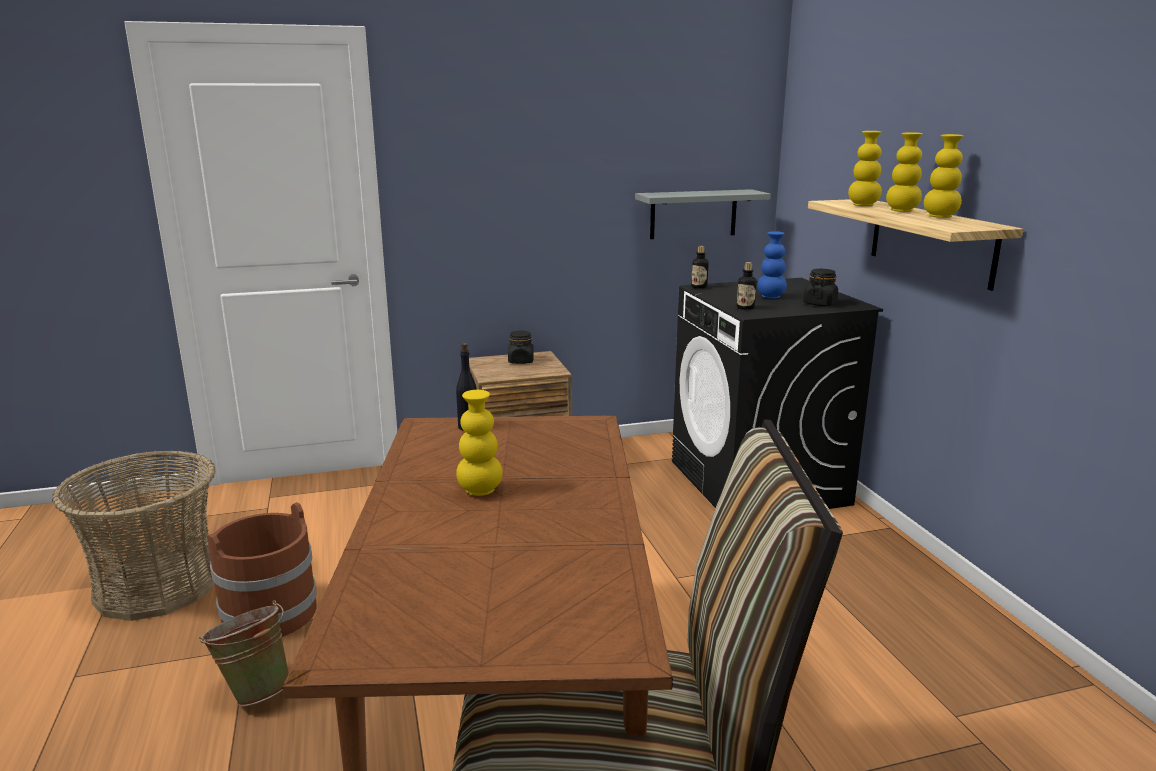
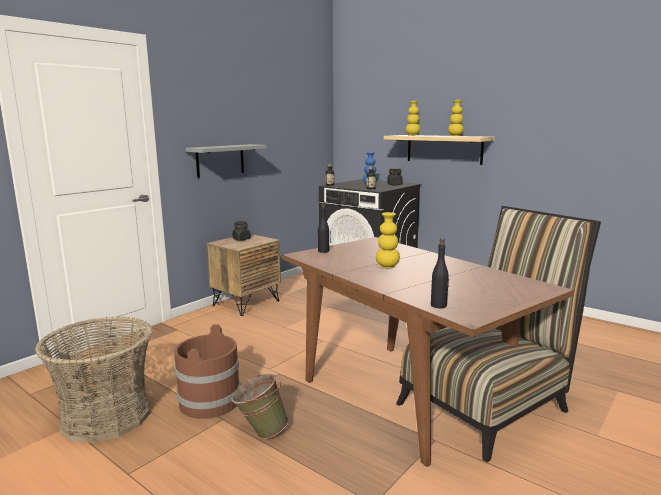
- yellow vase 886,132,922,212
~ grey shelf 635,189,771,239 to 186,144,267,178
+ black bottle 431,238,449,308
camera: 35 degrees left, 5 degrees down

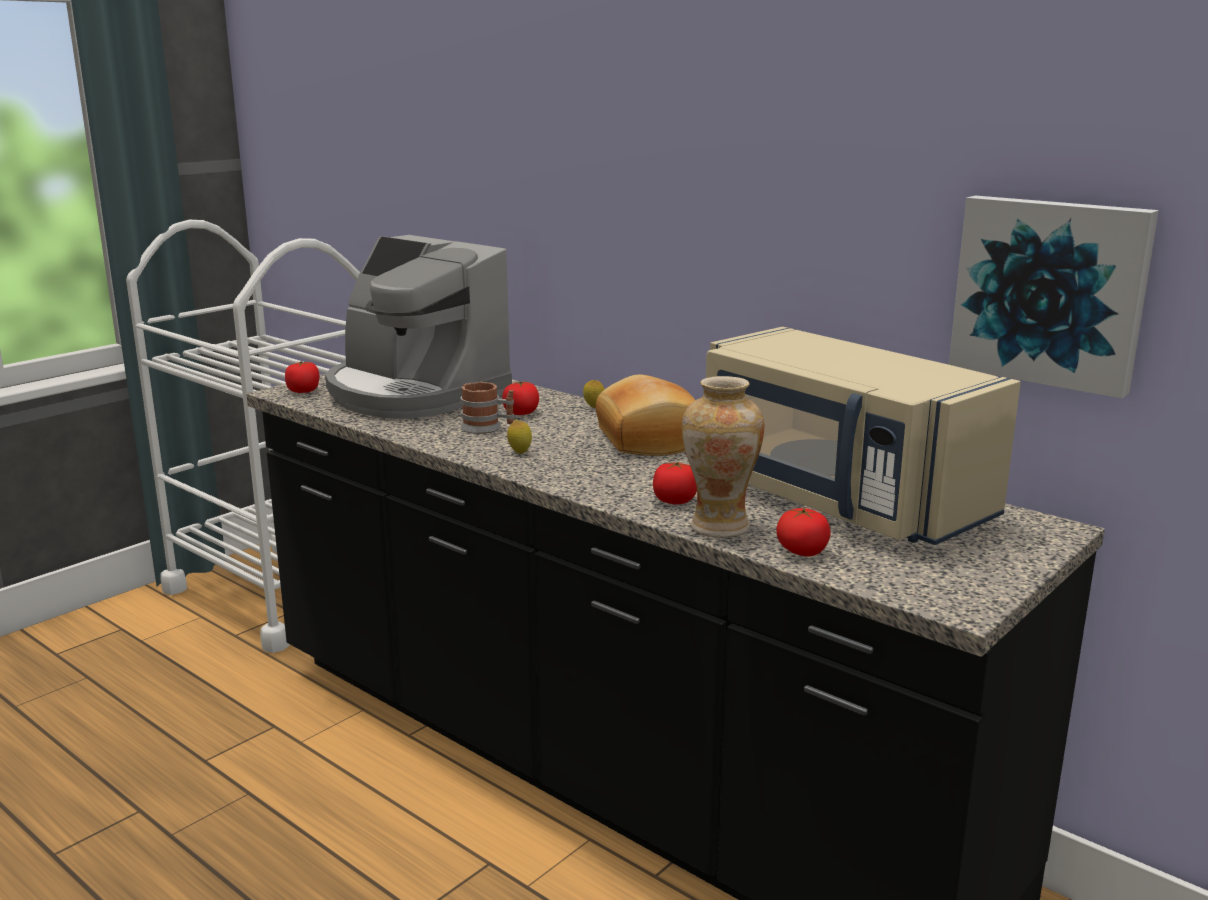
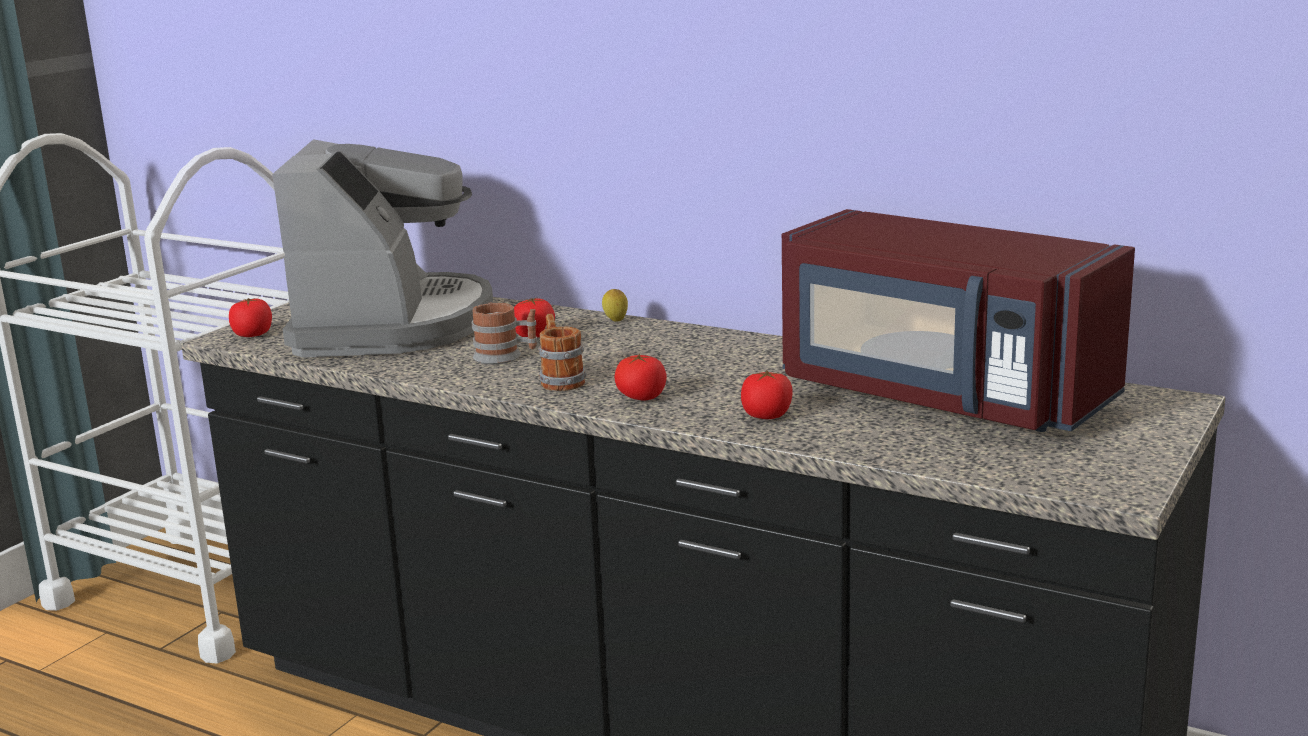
- picture 949,196,1159,398
~ coffee machine 325,235,512,419 = 272,139,493,358 120 degrees counterclockwise
~ beige microwave 706,327,1021,545 to red microwave 782,209,1135,432
- bread 596,374,696,456
- vase 681,376,764,538
~ lemon 507,420,532,454 to mug 538,314,587,391
~ tomato 776,507,831,557 to 614,354,667,400
camera: 10 degrees left, 0 degrees up

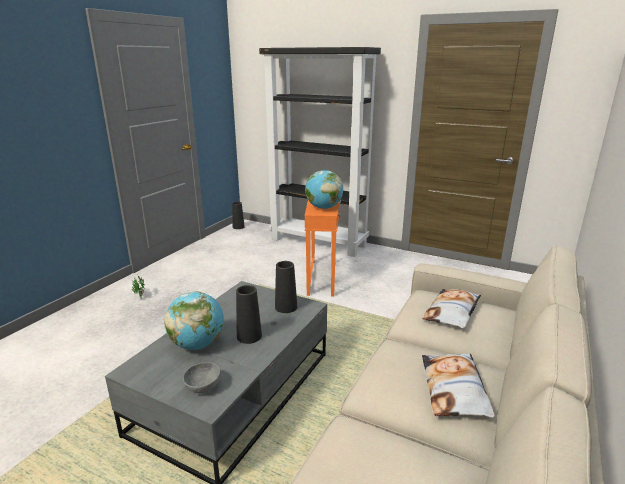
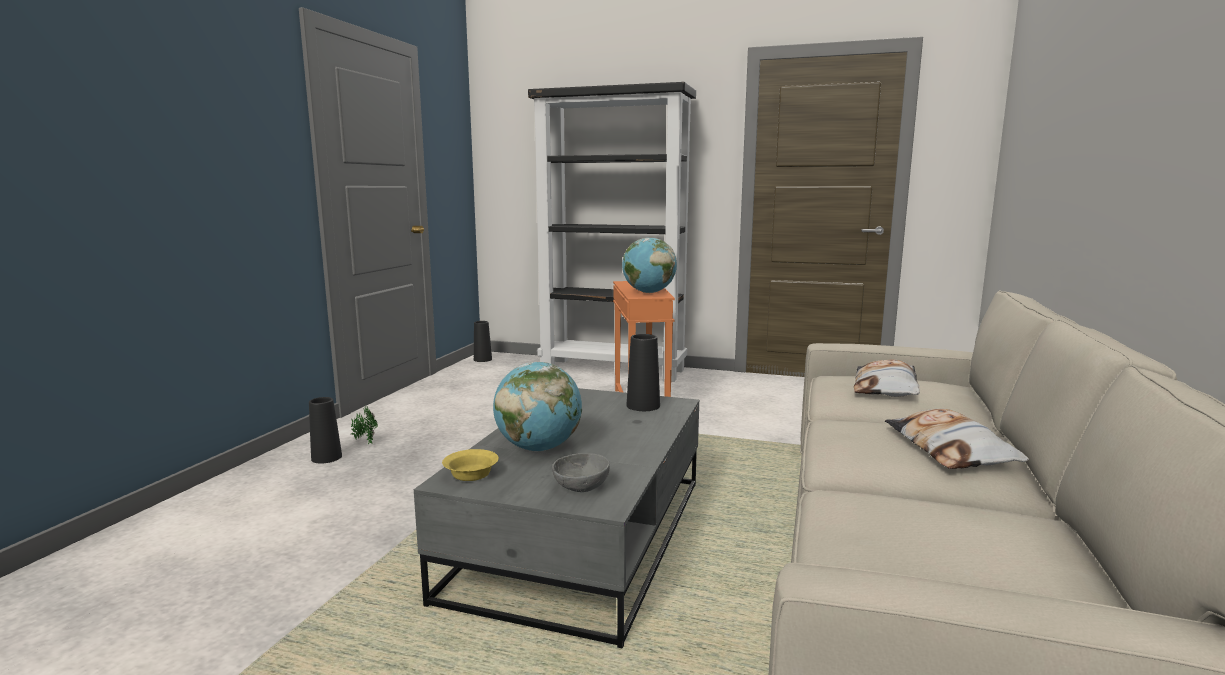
~ black vase 236,285,262,344 to 309,397,342,464
+ yellow bowl 442,449,499,481
camera: 10 degrees left, 10 degrees down

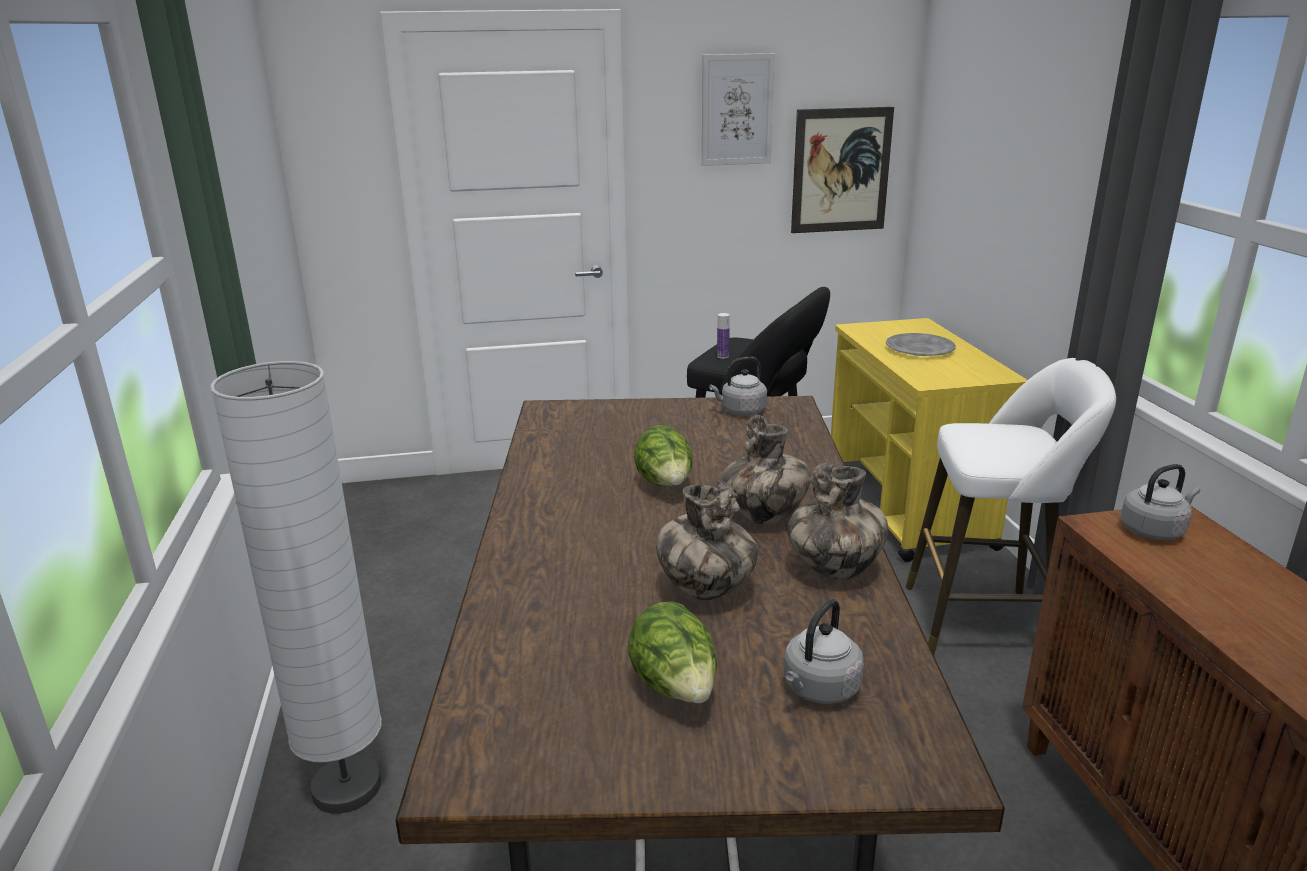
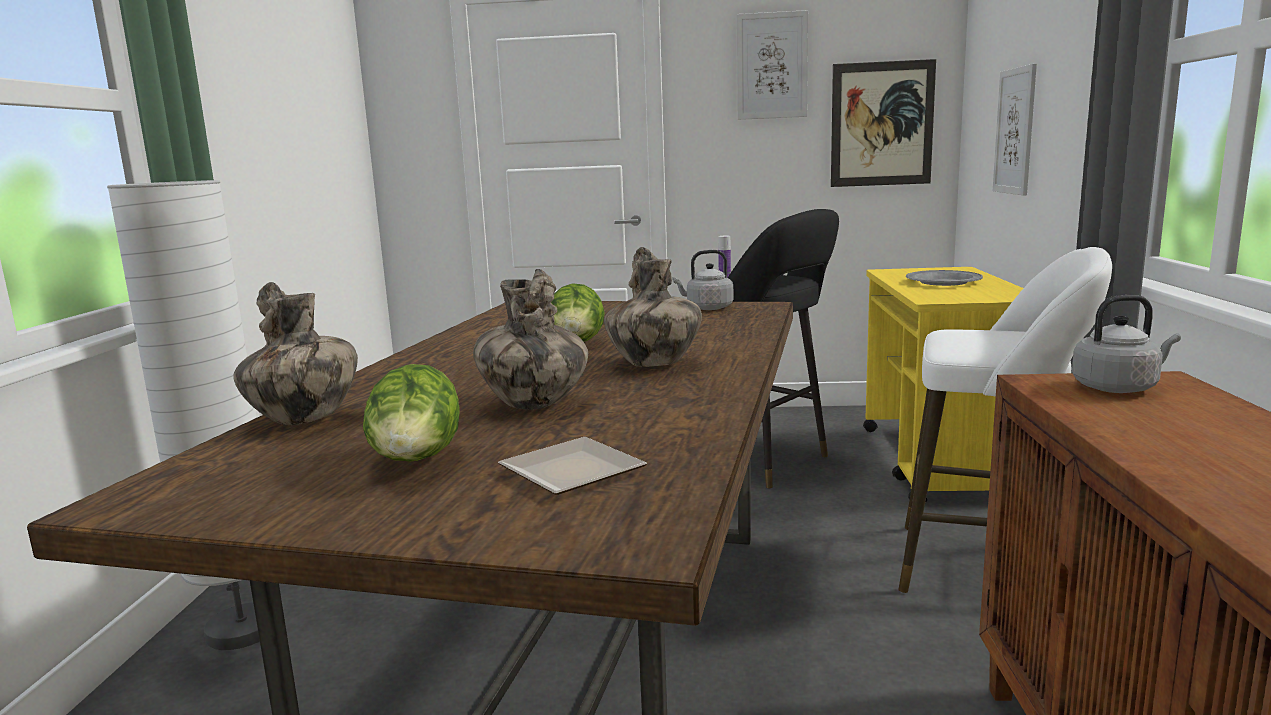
~ vase 788,463,888,579 to 233,282,358,425
~ grey kettle 784,599,864,704 to plate 498,437,647,495
+ picture 993,63,1037,195
camera: 15 degrees right, 10 degrees down

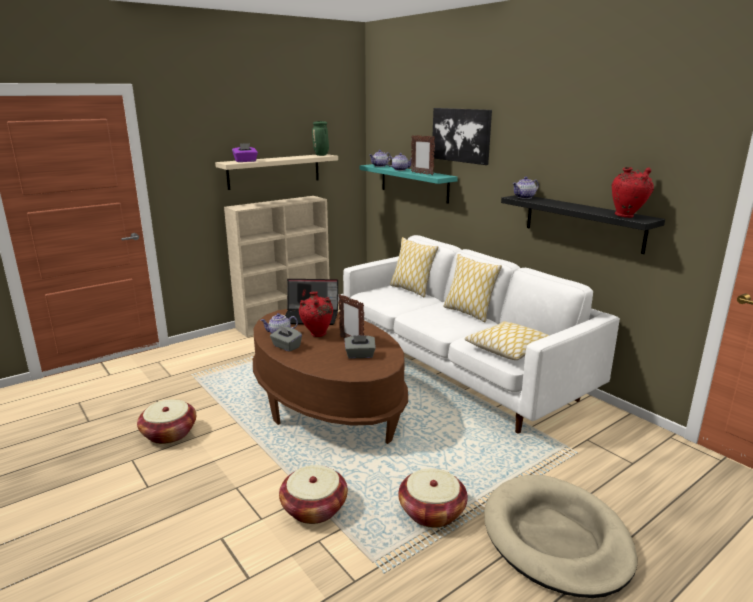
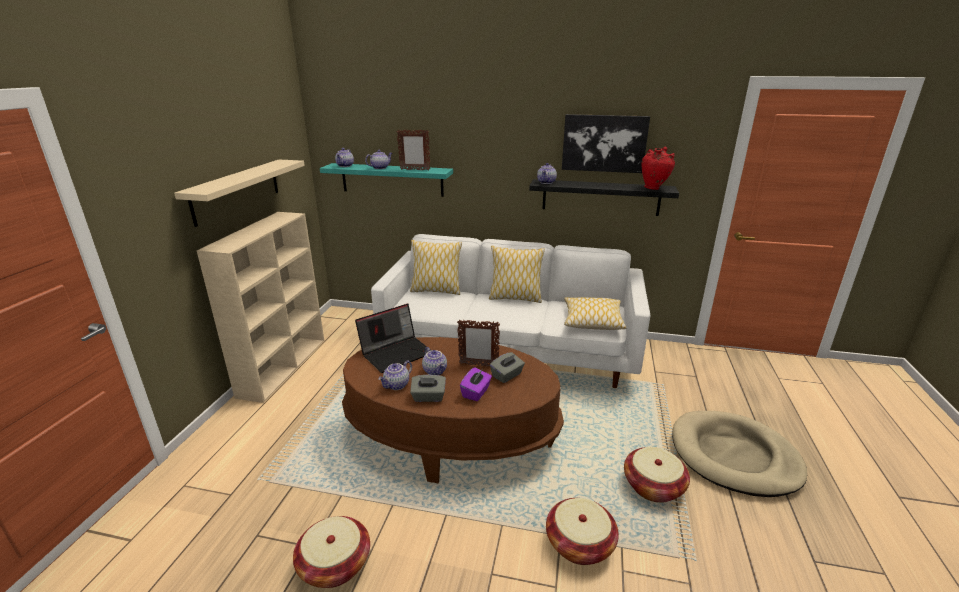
~ picture 432,108,492,165 to 562,114,650,173
- green vase 312,121,329,156
~ purple tissue box 232,143,258,162 to 460,368,492,401
~ red vase 299,291,333,337 to teapot 422,347,447,375
camera: 40 degrees left, 5 degrees up

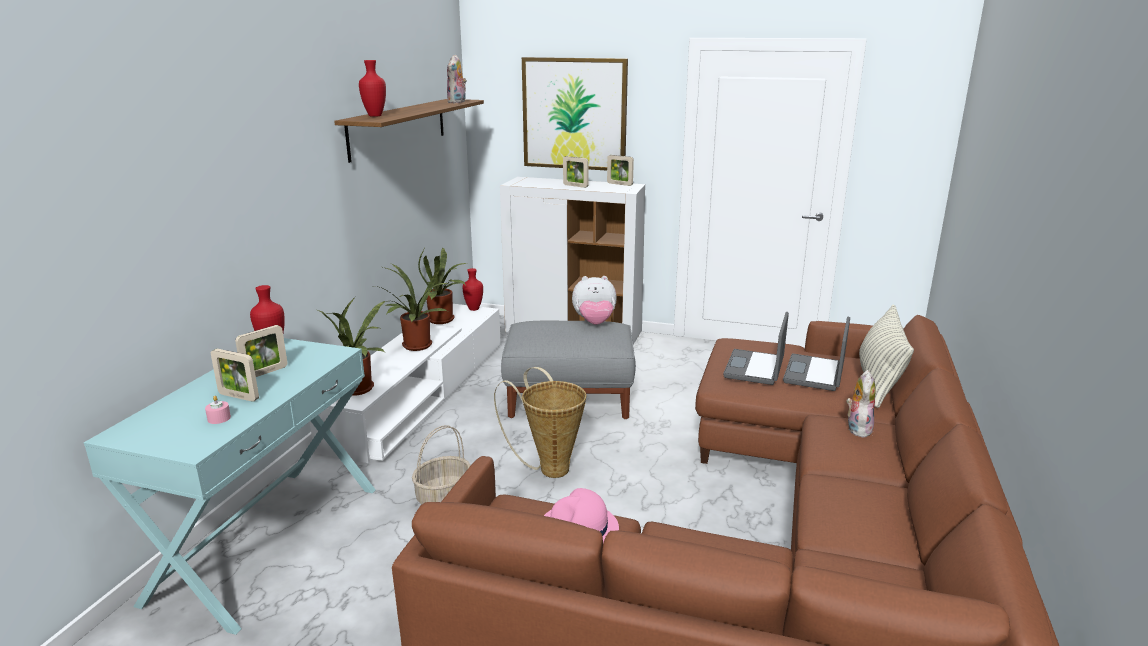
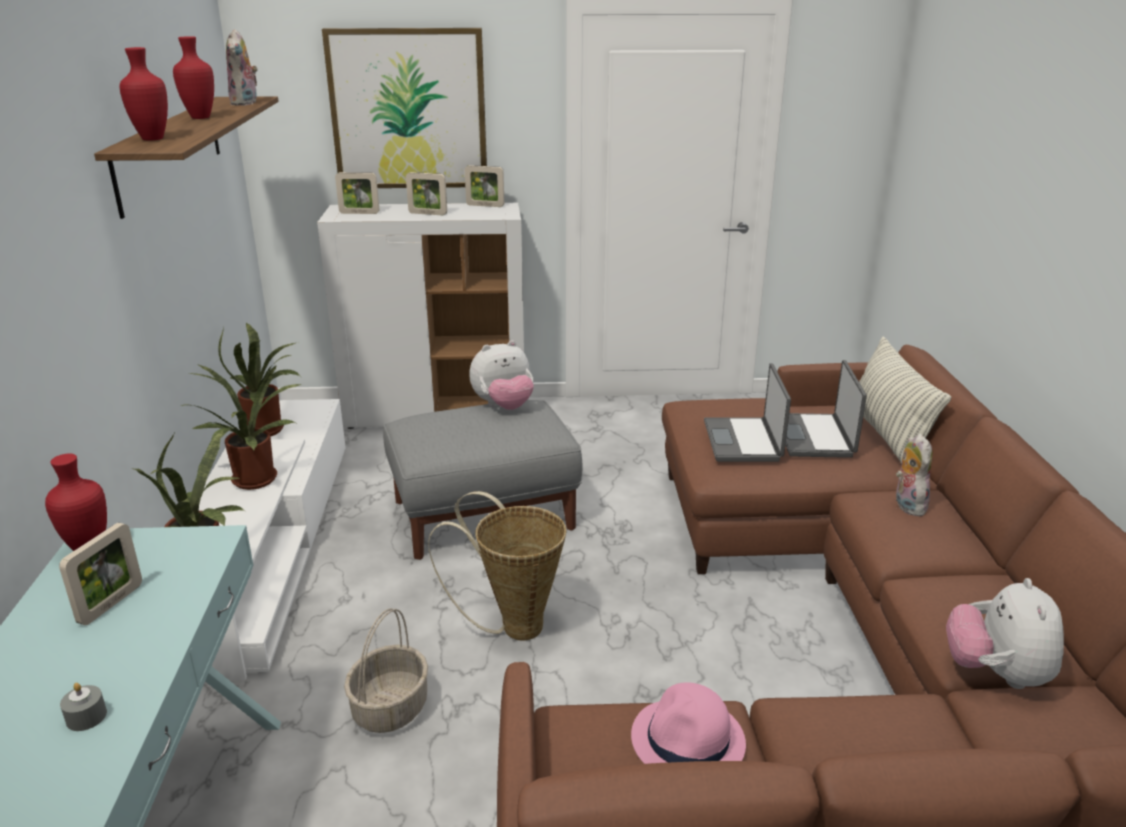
~ red vase 463,268,483,311 to 173,36,214,119
~ picture frame 211,349,259,402 to 335,172,379,214
~ pink candle 205,396,231,424 to grey candle 60,683,107,731
+ plush toy 946,578,1064,689
camera: 20 degrees left, 5 degrees up

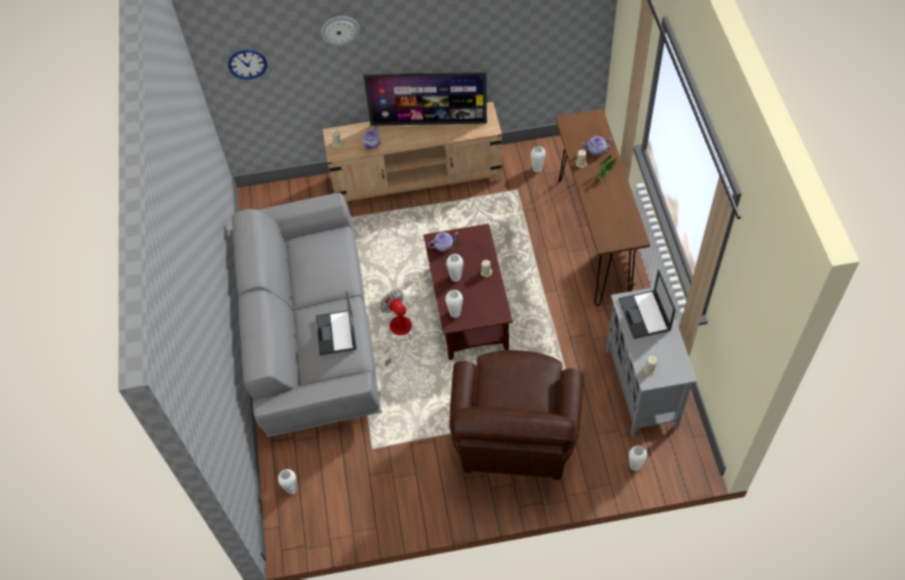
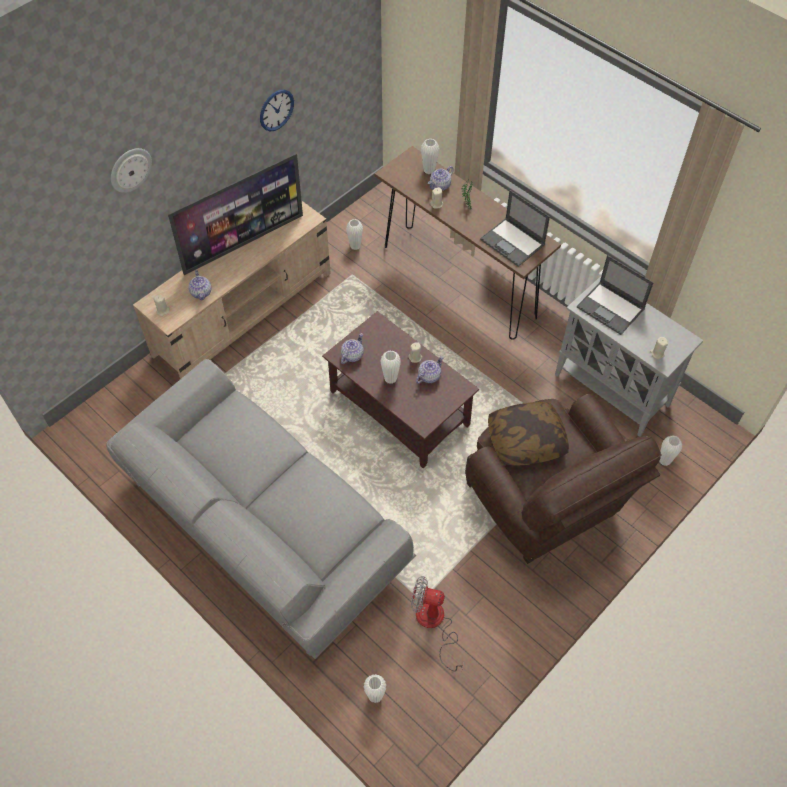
~ wall clock 228,50,267,79 to 260,89,294,131
~ fan 380,290,412,366 to 411,576,464,671
~ white vase 445,290,463,318 to 421,139,440,174
~ laptop 316,291,357,355 to 480,190,550,267
+ teapot 416,356,444,384
+ pillow 488,402,569,466
camera: 40 degrees left, 0 degrees up

